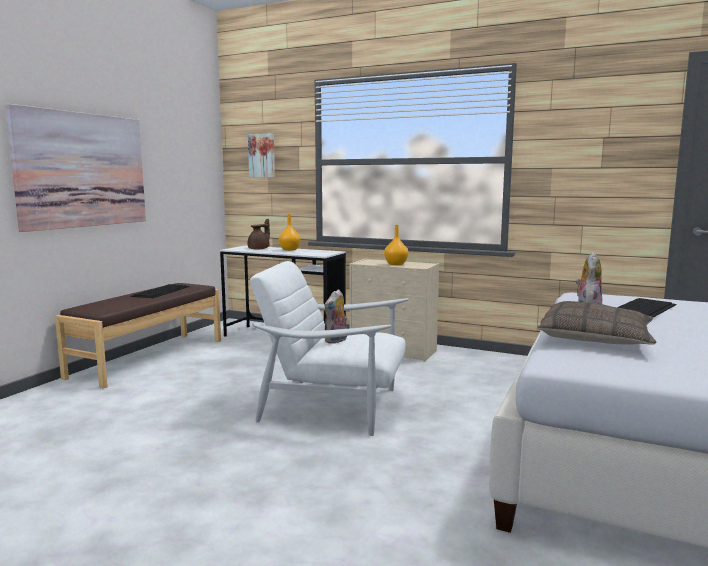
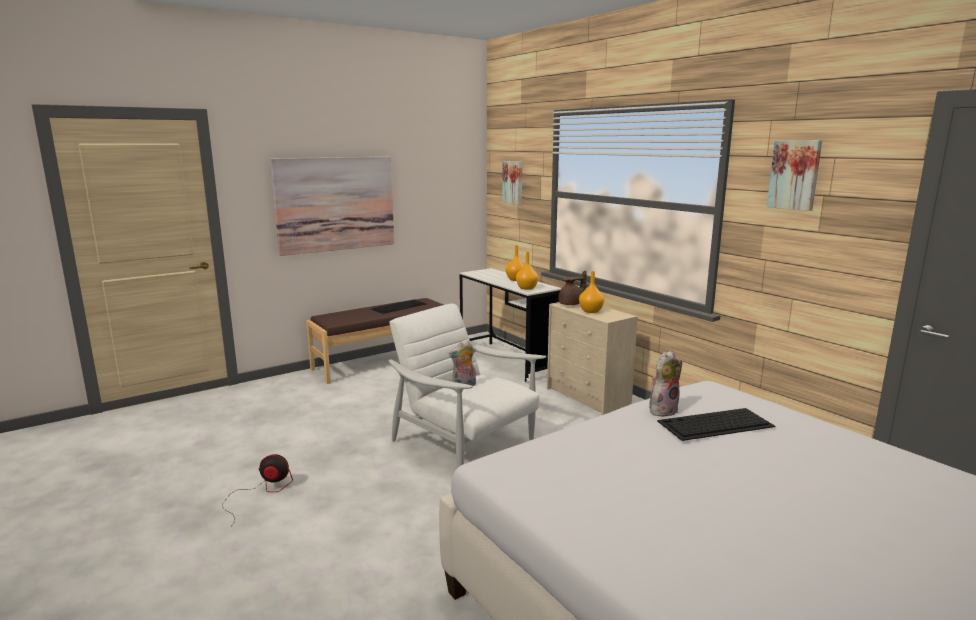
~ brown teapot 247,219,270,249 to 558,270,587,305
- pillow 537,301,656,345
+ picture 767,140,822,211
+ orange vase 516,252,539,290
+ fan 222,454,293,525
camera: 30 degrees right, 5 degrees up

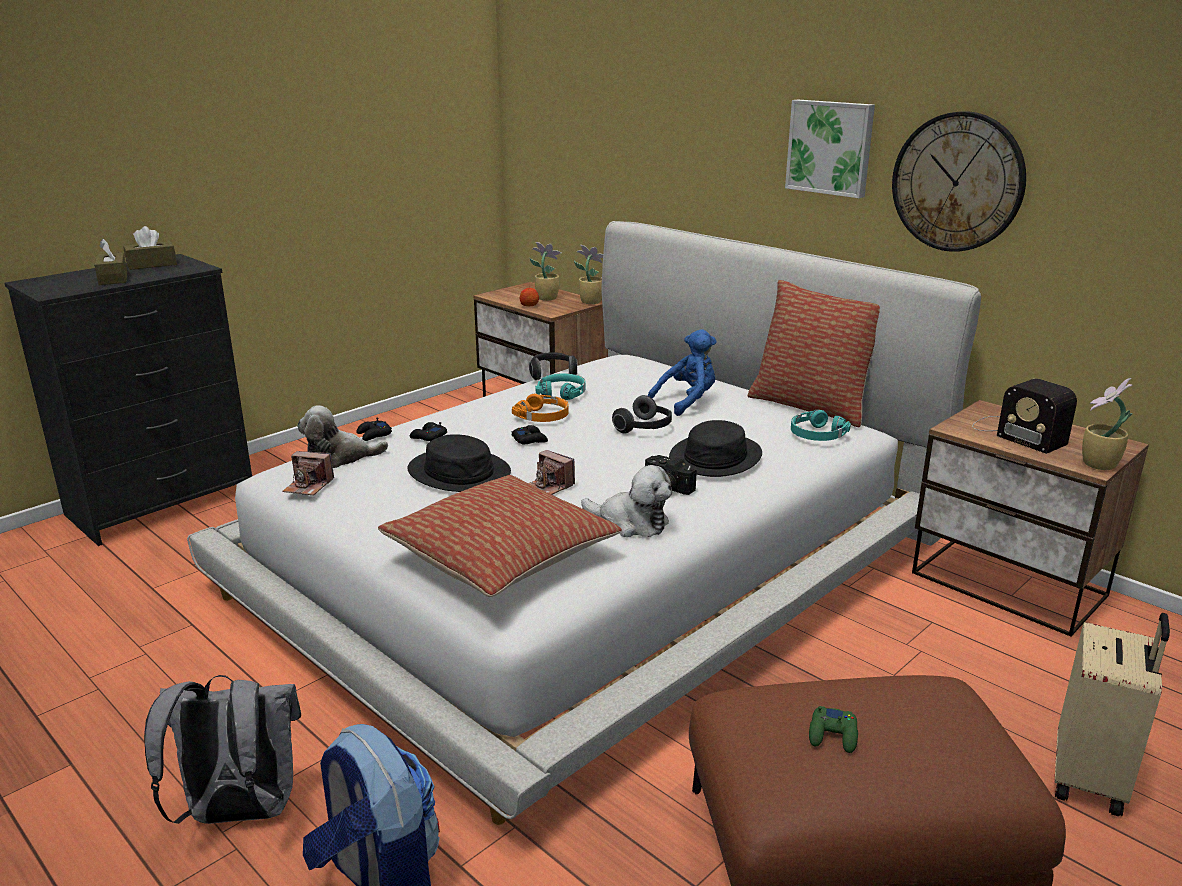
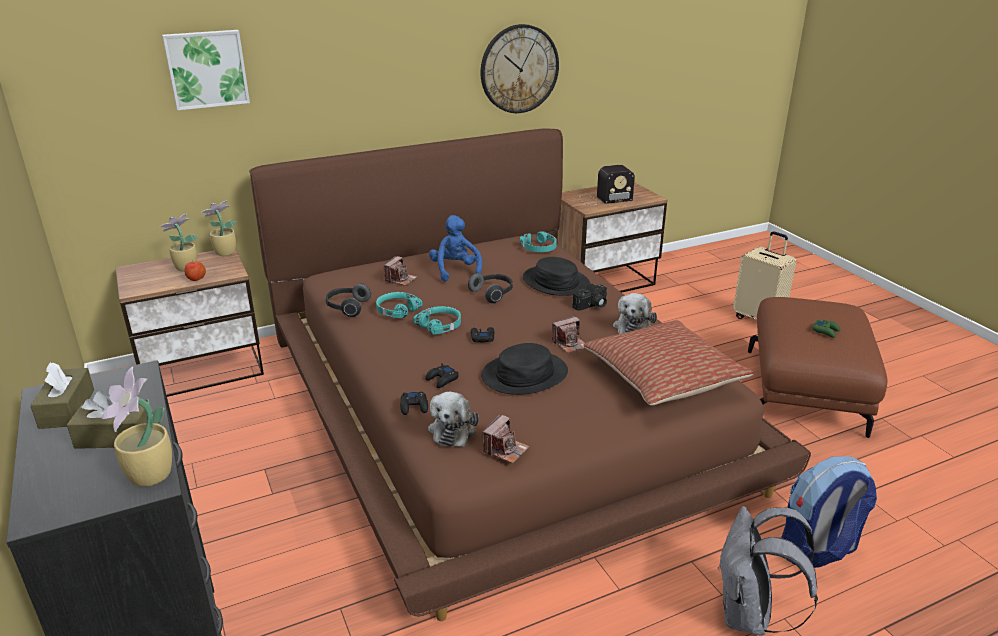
~ picture 785,100,875,198 to 162,30,250,110
~ white bed 187,221,981,825 to brown bed 249,128,811,621
- pillow 748,280,880,427
~ potted plant 1082,378,1133,470 to 102,366,172,487
~ orange headphones 512,393,569,422 to turquoise headphones 413,306,461,335
~ plush toy 581,465,672,537 = 613,293,657,334 150 degrees clockwise
+ photo camera 384,256,417,286
camera: 70 degrees left, 5 degrees up

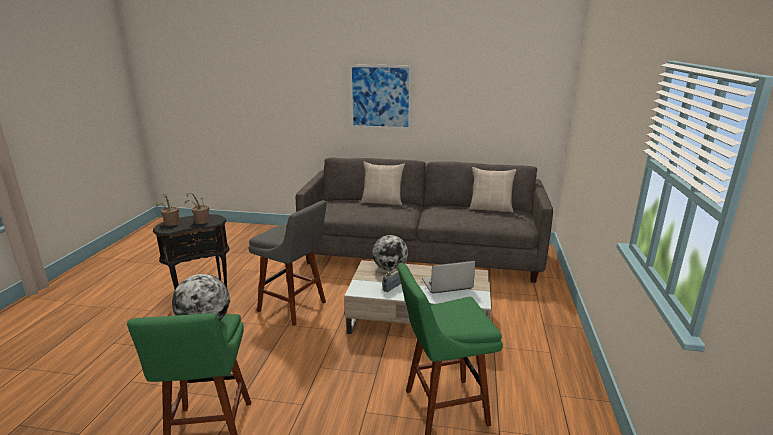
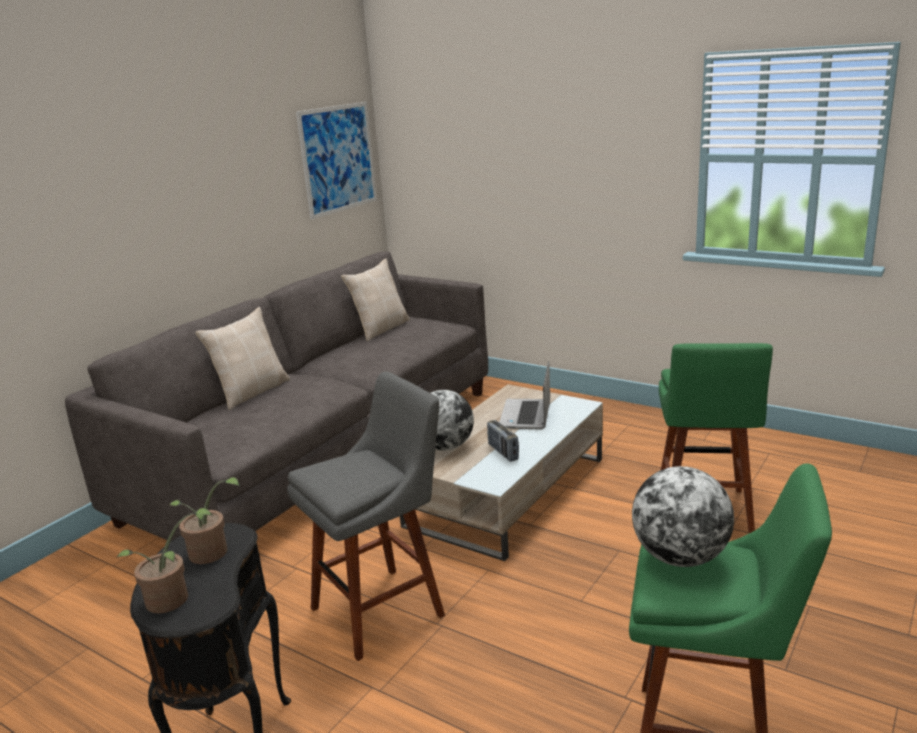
~ picture 349,64,412,130 to 296,102,377,219
camera: 65 degrees left, 0 degrees up

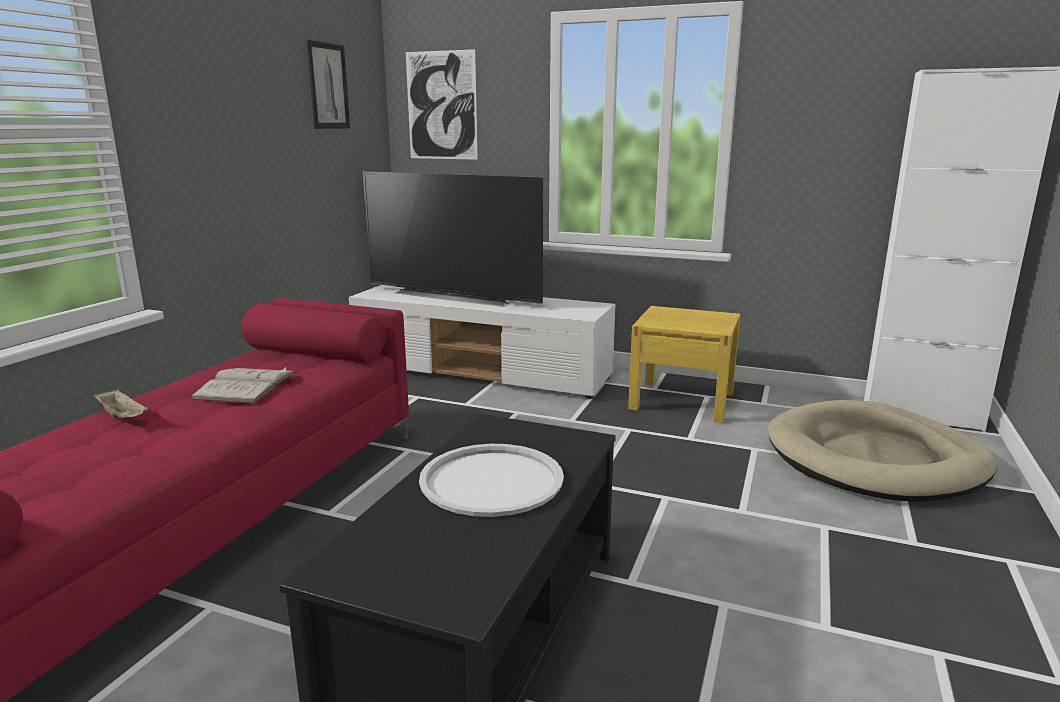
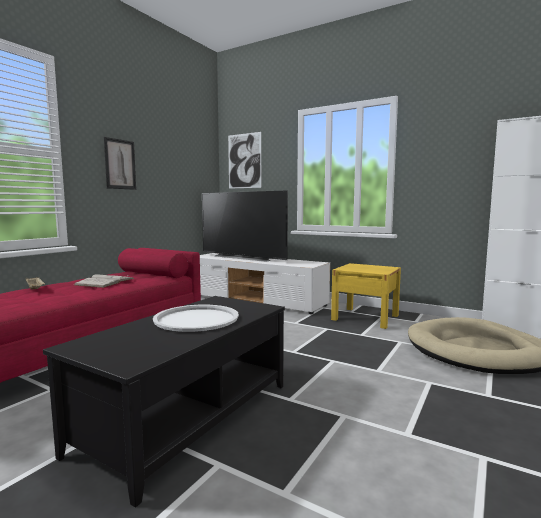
~ picture 306,40,350,129 to 104,137,136,190
camera: 10 degrees right, 10 degrees down

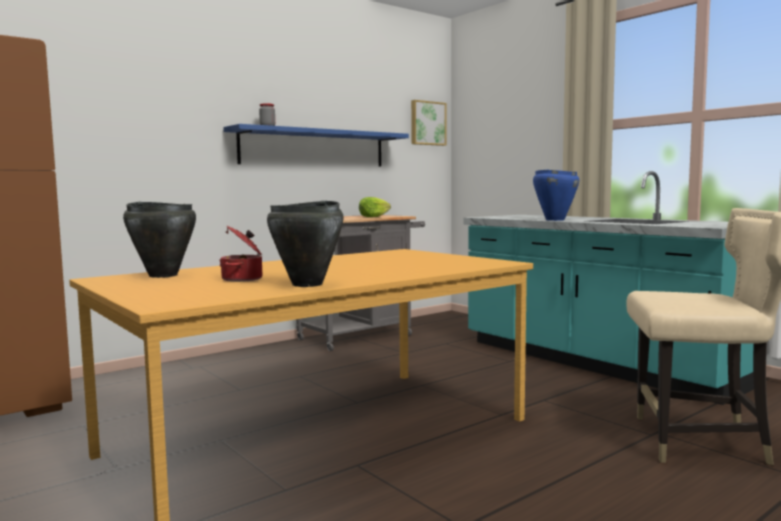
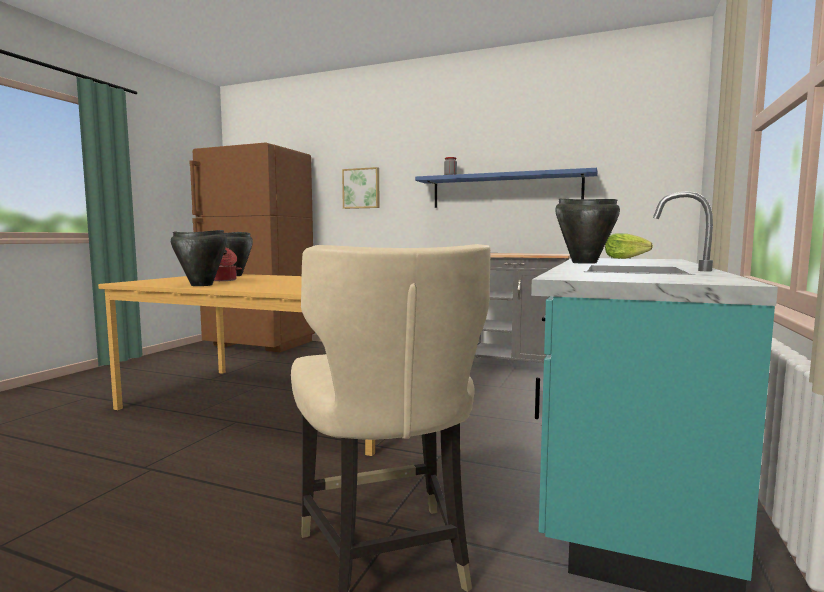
~ picture 411,100,446,146 to 342,167,380,209
~ blue cooking pot 533,170,579,221 to black cooking pot 555,198,620,264
~ lettuce 359,197,391,217 to 605,233,653,259
camera: 60 degrees right, 0 degrees up

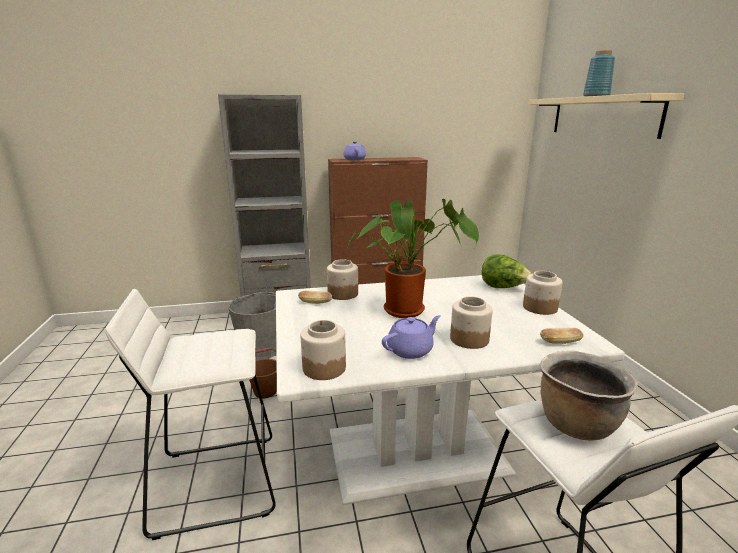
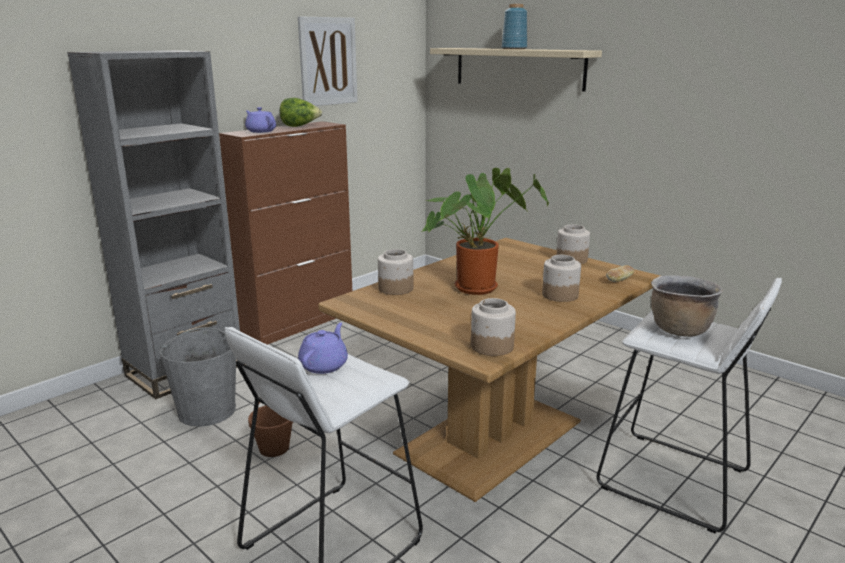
~ lettuce 482,255,533,288 to 280,98,322,127
~ white dining table 276,275,625,505 to brown dining table 318,238,660,502
- bread 298,290,332,304
~ purple teapot 382,315,440,359 to 298,323,348,374
+ picture 298,16,357,106
camera: 35 degrees left, 0 degrees up

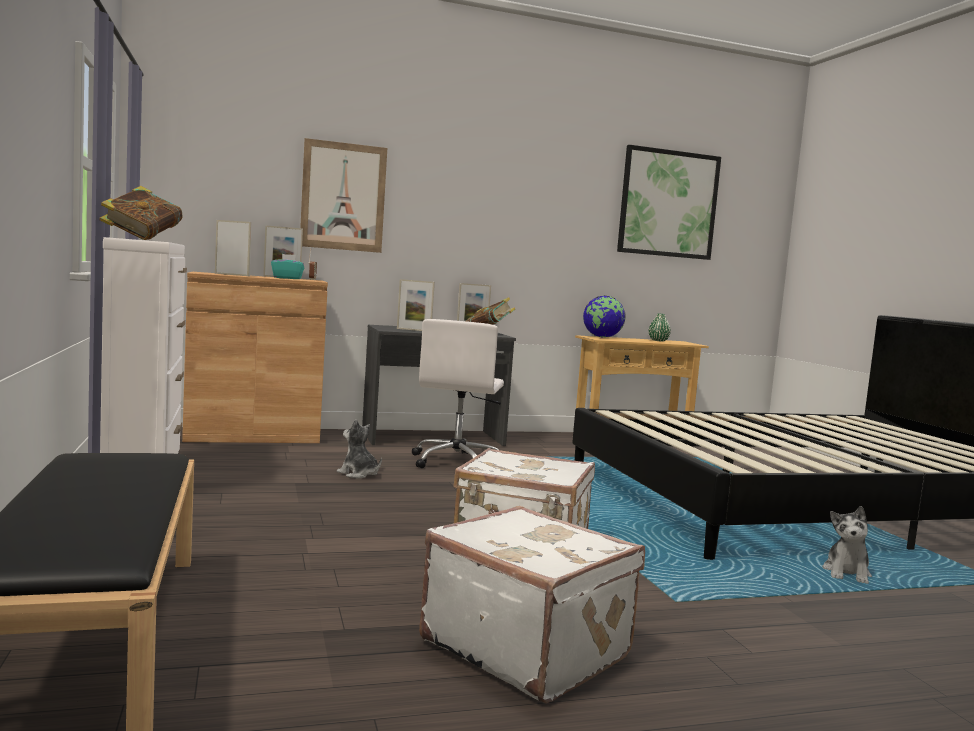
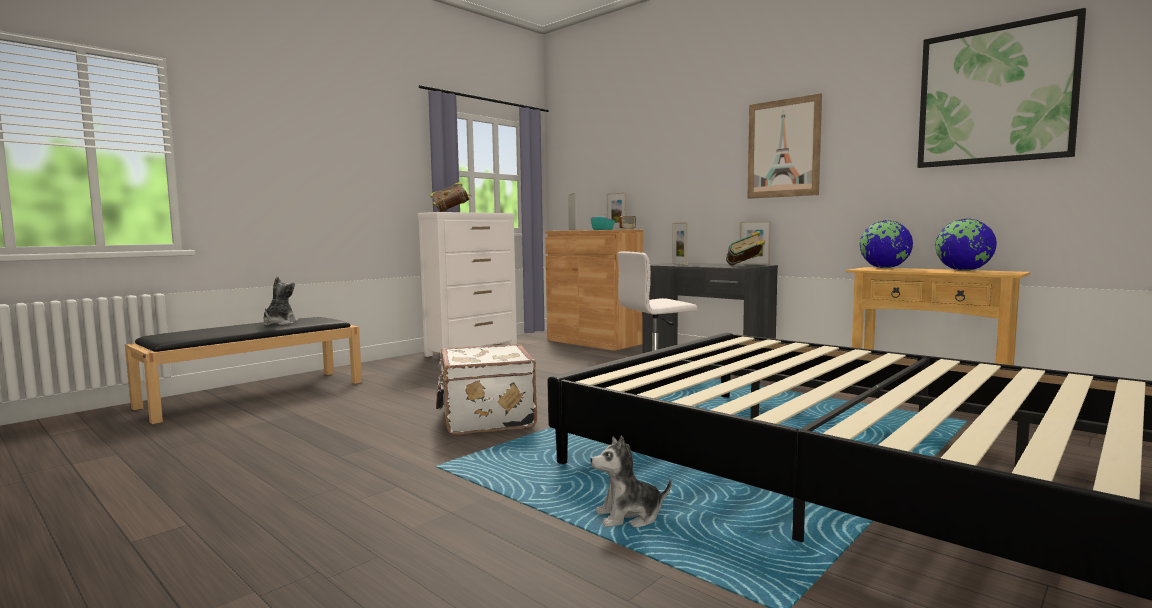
~ picture 300,138,387,253 to 747,93,822,199
~ green vase 648,314,671,342 to globe 935,218,997,271
~ plush toy 337,419,382,479 to 263,277,298,325
- white suitcase 419,506,645,703
camera: 60 degrees right, 0 degrees up

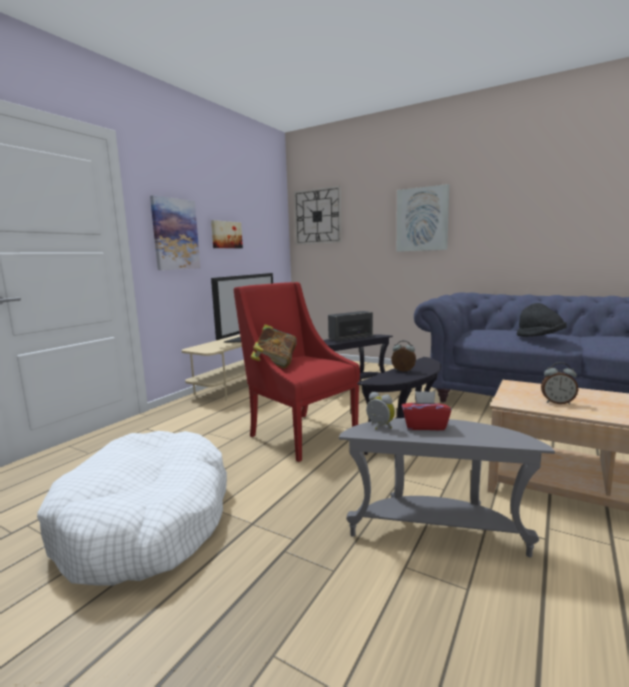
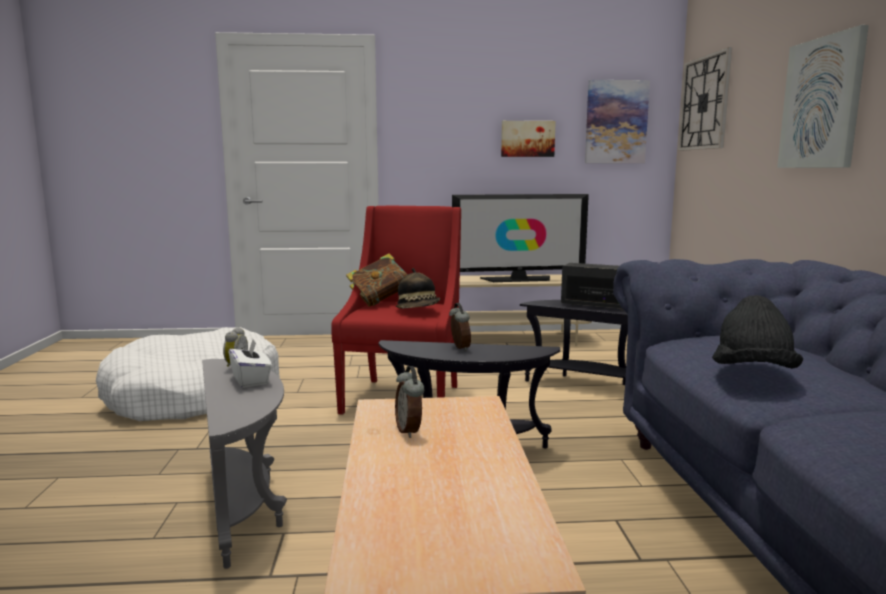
~ picture 150,195,200,270 to 585,80,650,163
~ red tissue box 402,391,451,430 to white tissue box 229,339,272,388
+ hat 395,268,440,308
camera: 55 degrees right, 0 degrees up

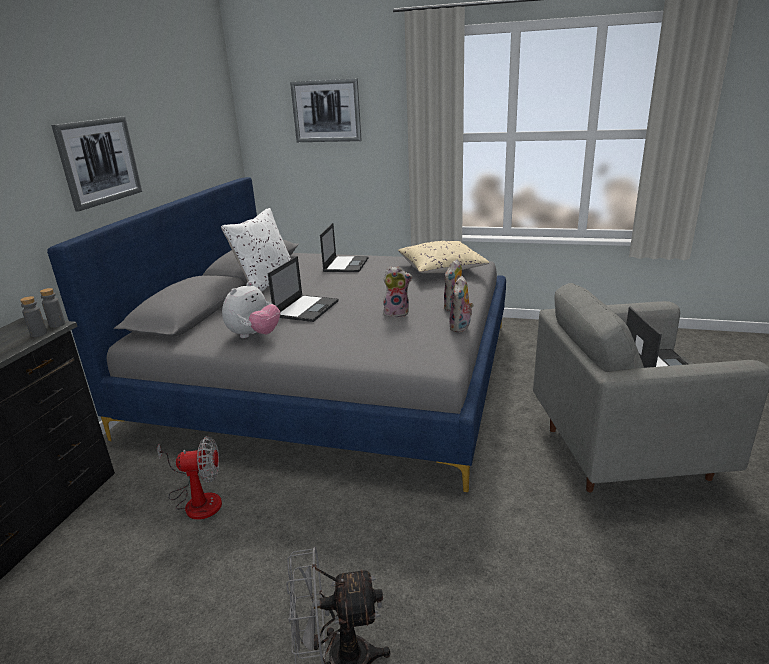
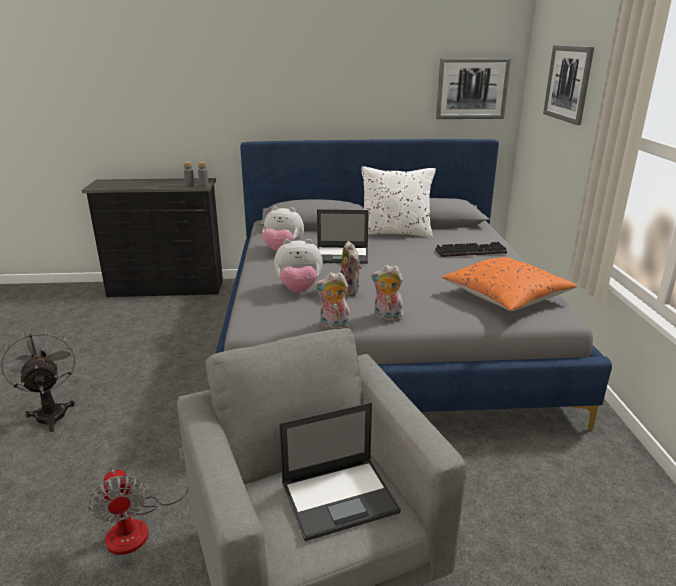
~ picture 51,116,142,211 to 436,58,511,119
~ laptop 320,223,369,272 to keyboard 435,242,507,257
~ beige pillow 398,241,489,273 to orange pillow 442,257,577,311
~ fan 157,436,222,520 to 88,447,189,555
+ plush toy 274,239,323,293
camera: 70 degrees right, 0 degrees up

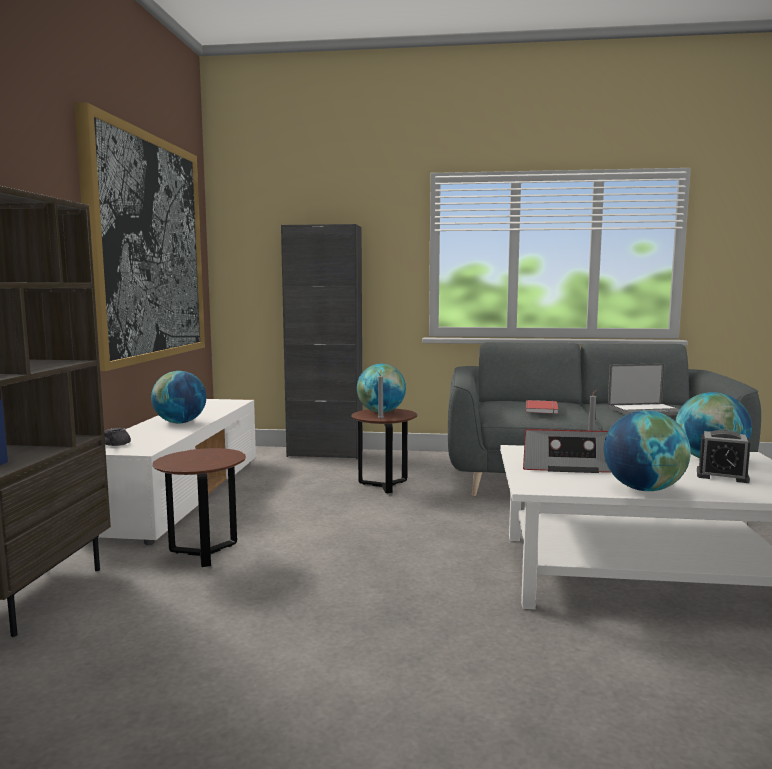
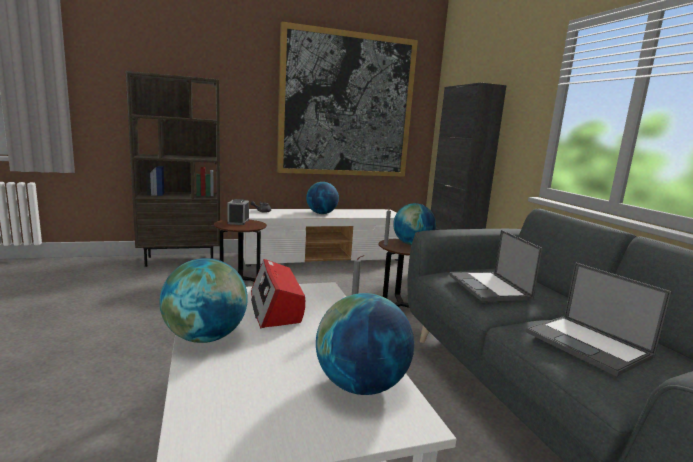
~ red book 526,400,558,414 to laptop 450,230,543,301
~ alarm clock 697,430,750,483 to 227,199,249,225
camera: 65 degrees right, 5 degrees up

